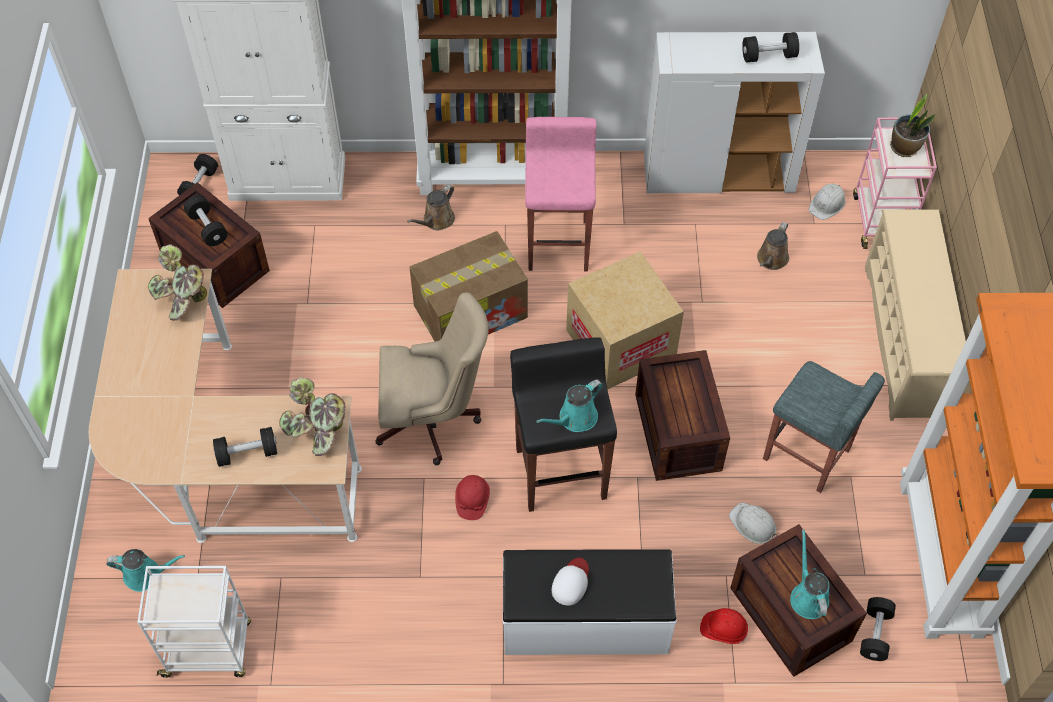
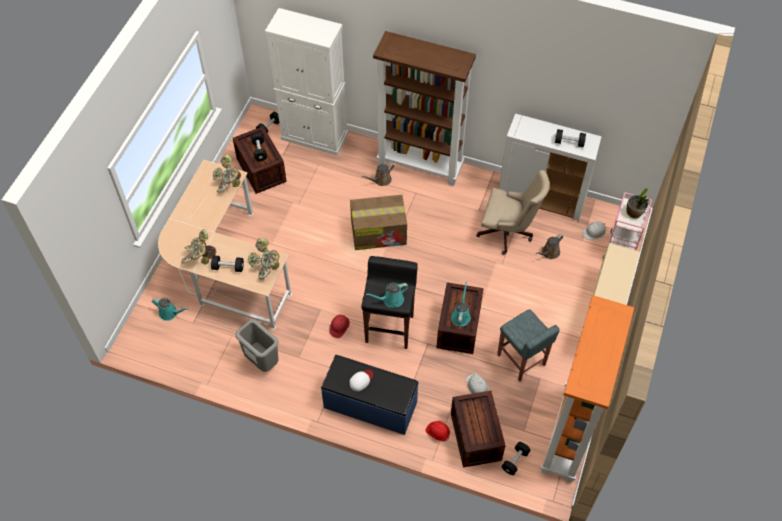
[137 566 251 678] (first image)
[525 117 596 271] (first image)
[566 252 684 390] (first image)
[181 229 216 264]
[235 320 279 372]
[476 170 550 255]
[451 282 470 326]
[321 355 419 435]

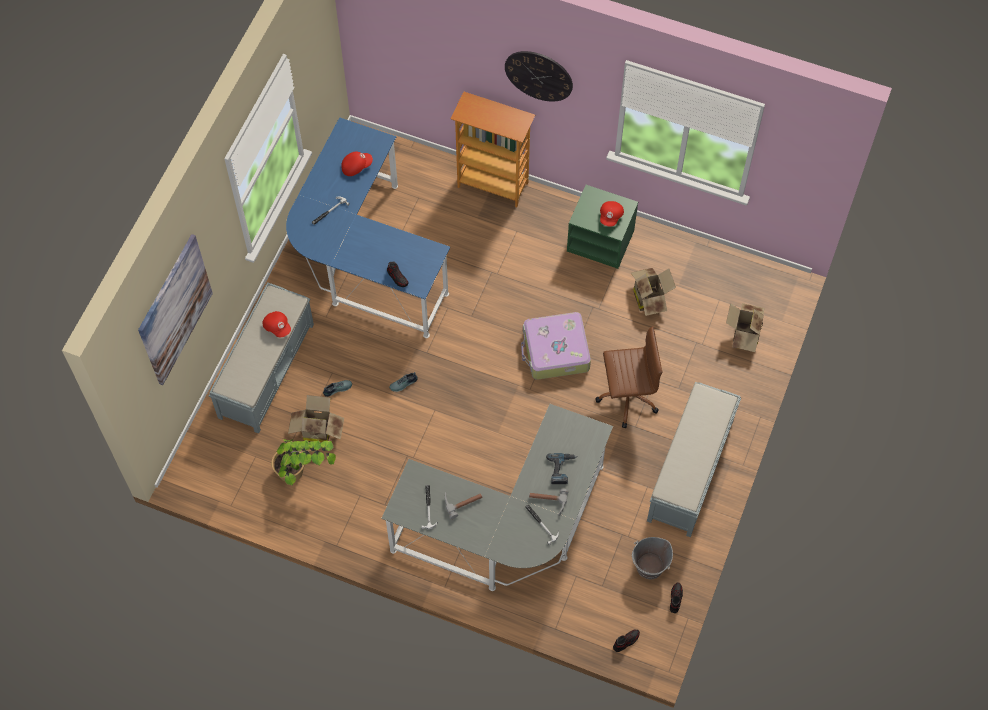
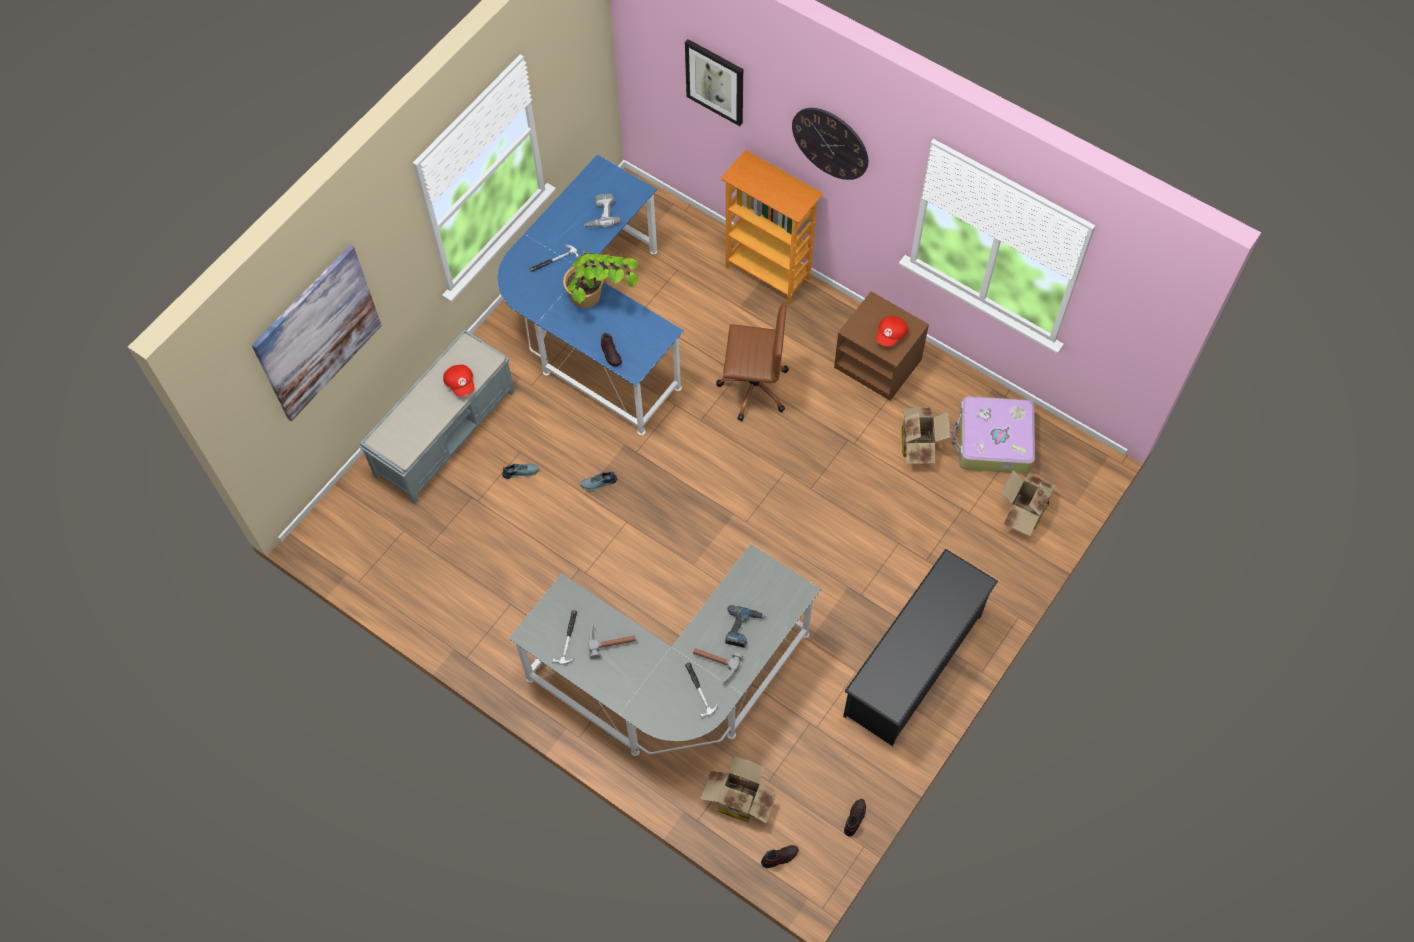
[632 537 673 579] (first image)
[685 39 743 126]
[563 250 638 308]
[700 756 777 823]
[952 396 1035 474]
[716 302 789 421]
[585 194 620 227]
[843 549 998 746]
[834 291 929 401]

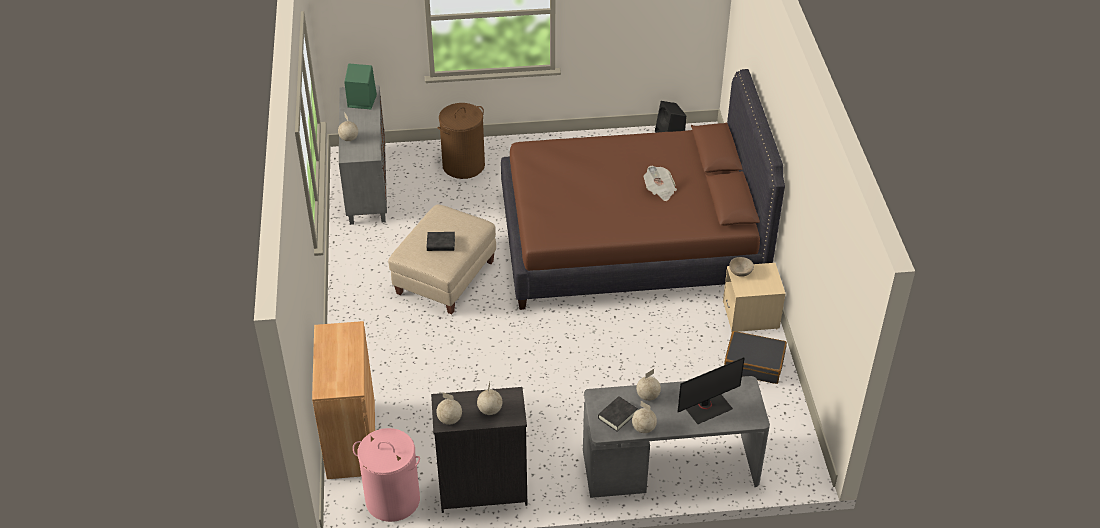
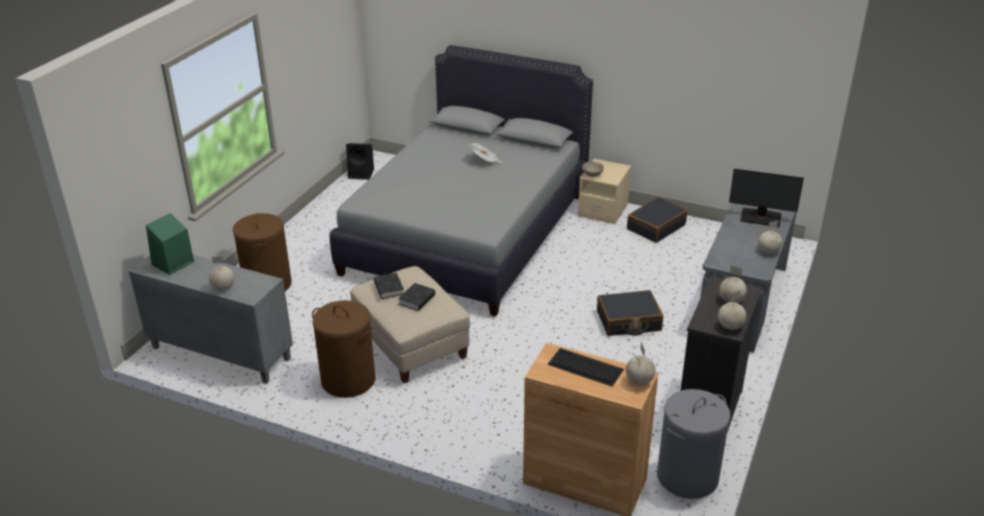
[312 300 375 398]
[548 348 624 387]
[597 290 663 336]
[374 273 404 299]
[626 342 656 385]
[657 389 730 499]
[330 45 593 317]
[729 169 804 227]

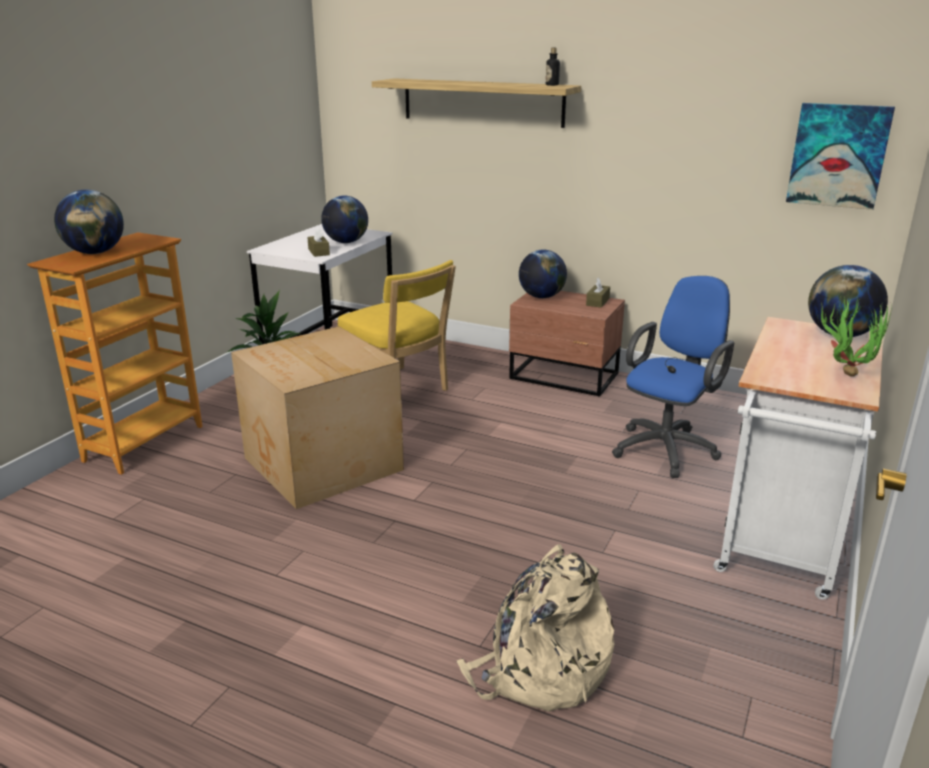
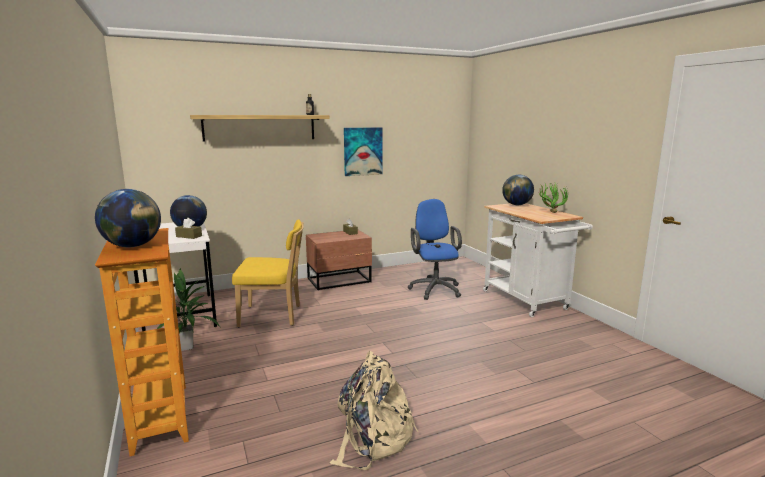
[231 326 404 509] (first image)
[519 250 567 298] (first image)
[330 351 418 470]
[344 127 382 176]

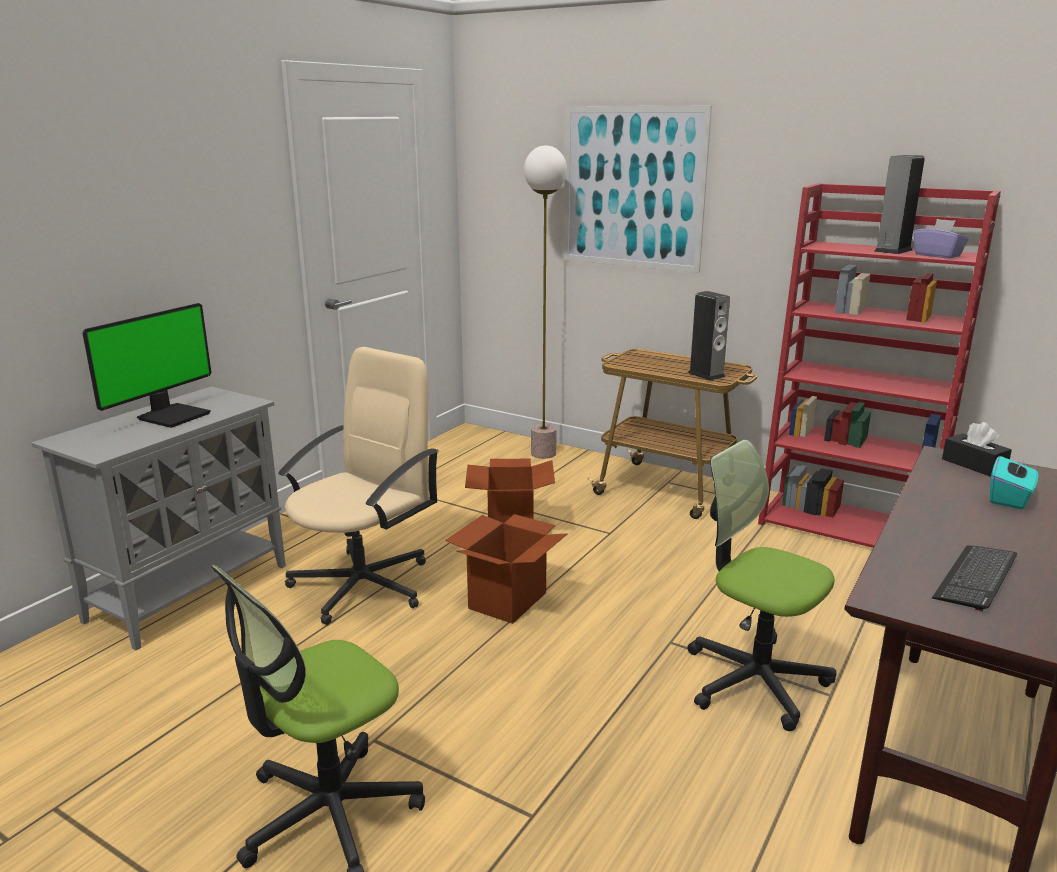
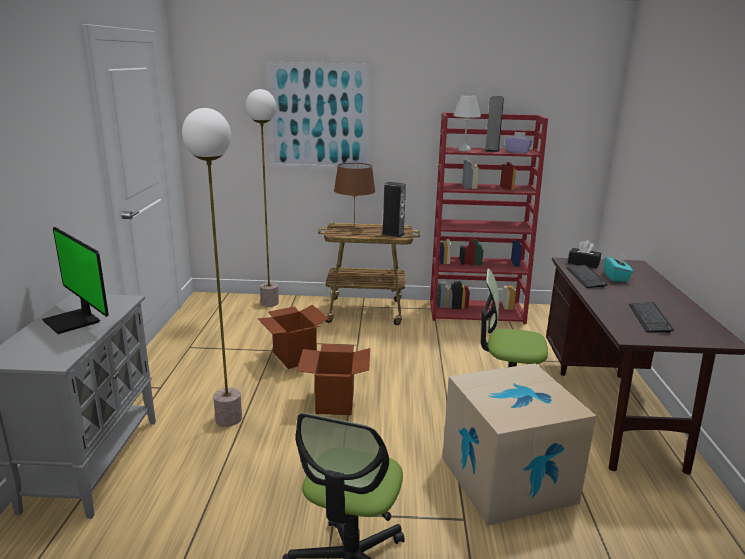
[334 163 375 227]
[442 363 596 526]
[453 95 481 151]
[566 264 608 288]
[182 108 242 427]
[42 227 109 334]

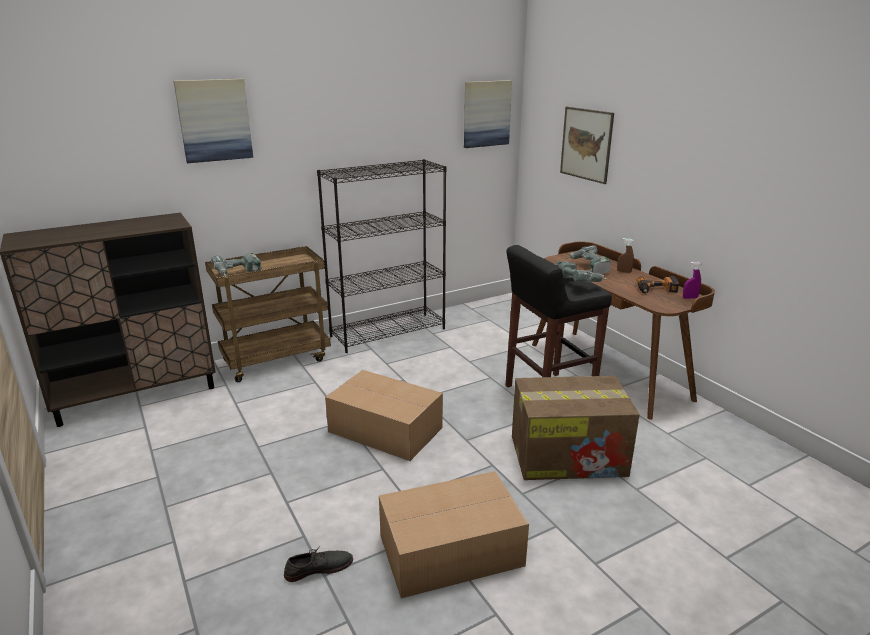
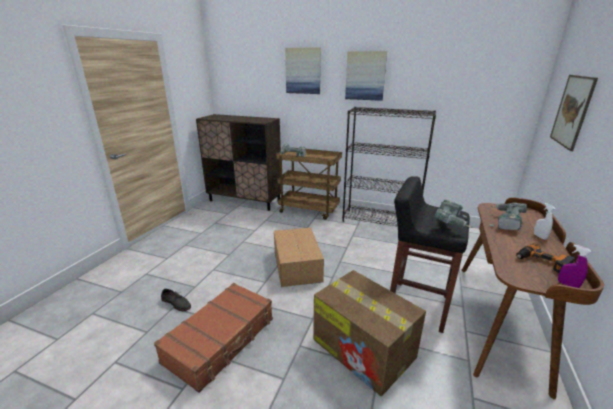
[345 51 387 101]
[154 283 273 393]
[534 203 555 240]

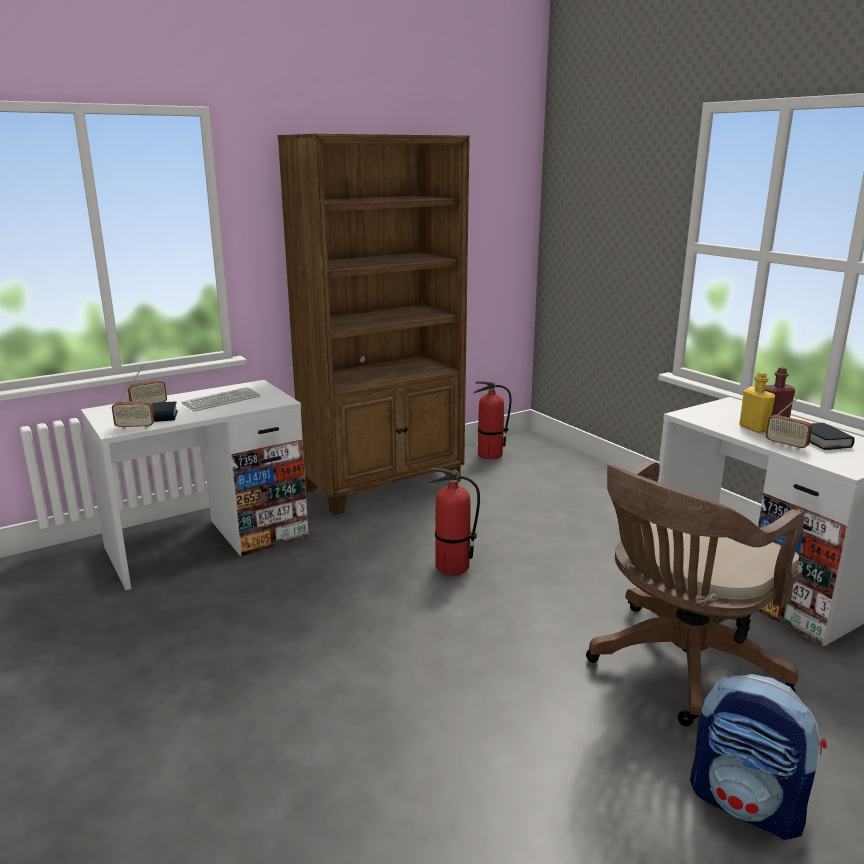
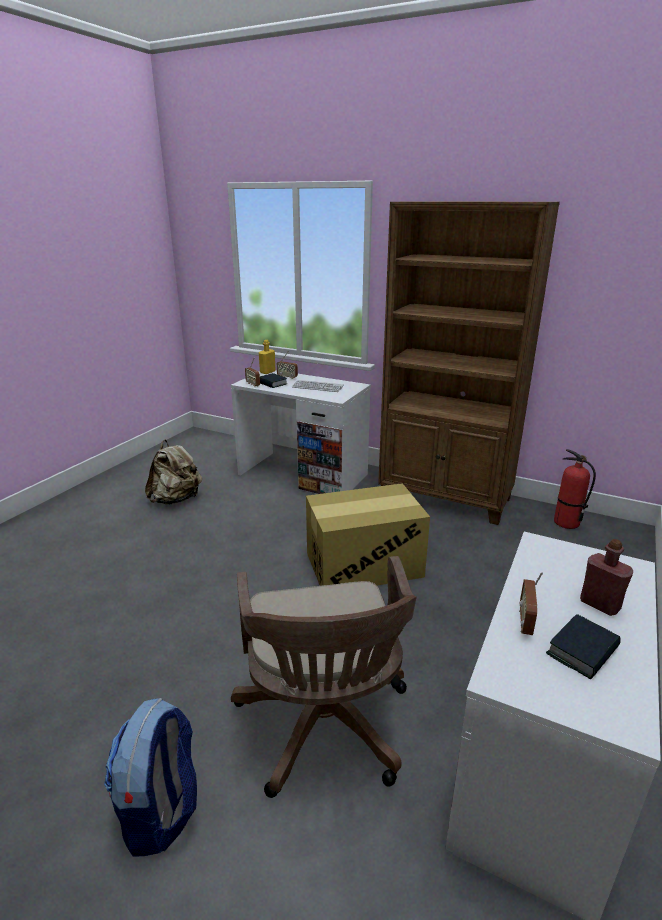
[145 440 202 504]
[259 340 276 374]
[306 483 430 586]
[231 556 417 798]

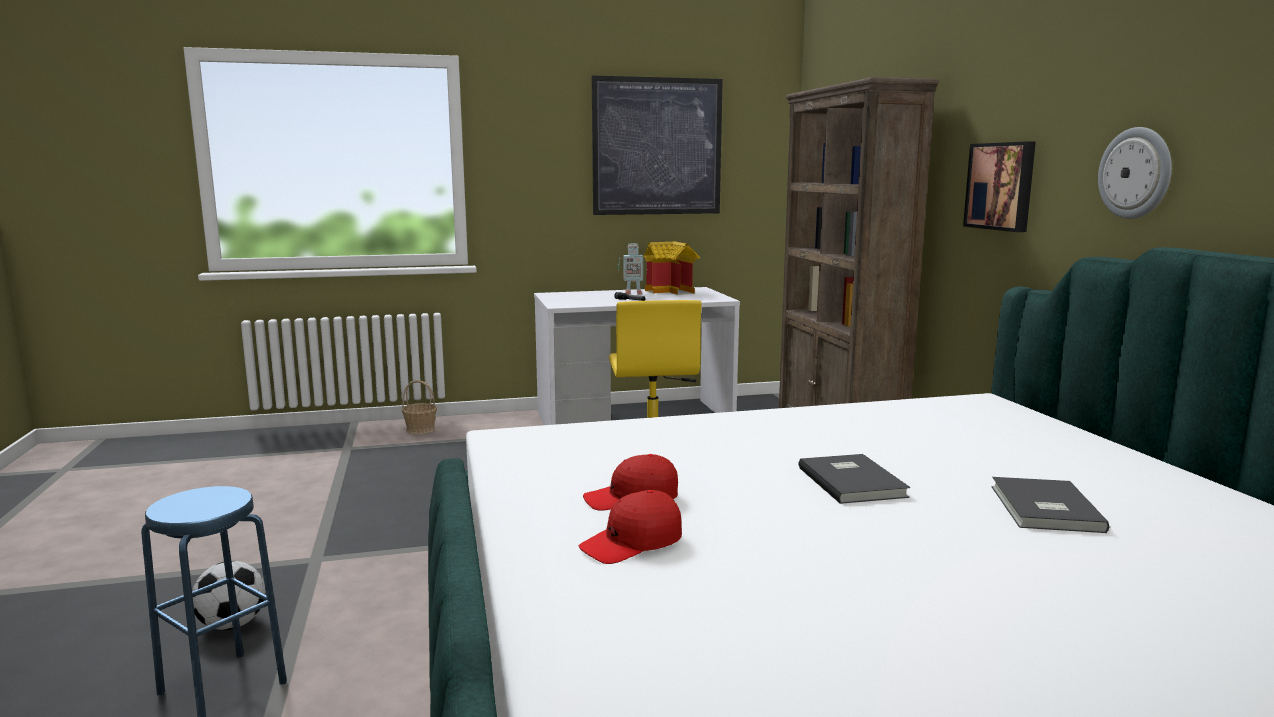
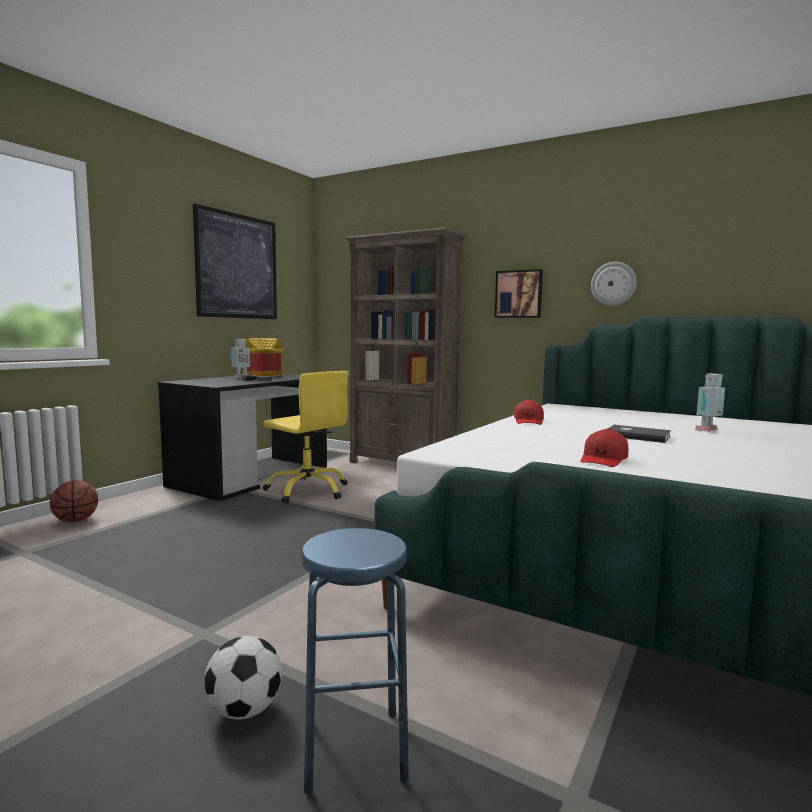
[514 399 544 425]
[50 480 98 523]
[695 373 725 432]
[158 374 327 501]

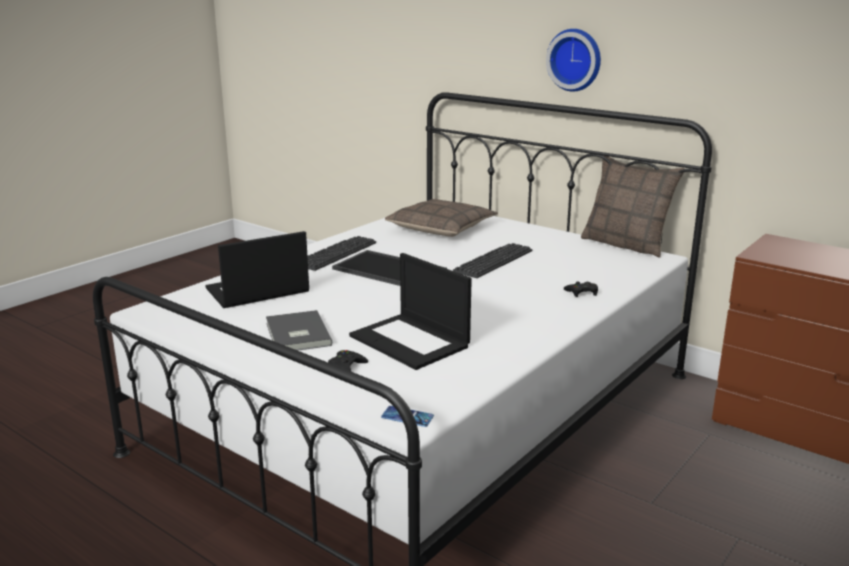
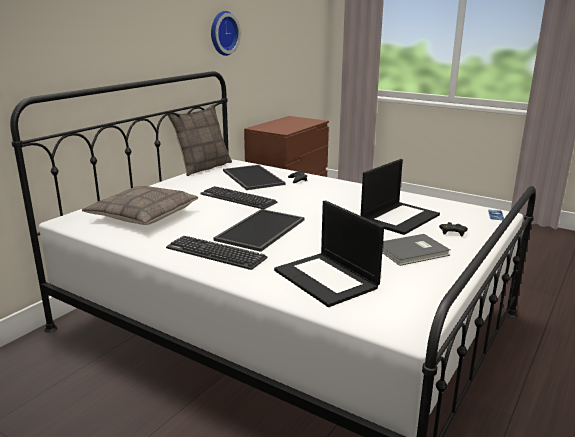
[223 165 286 190]
[211 11 241 56]

